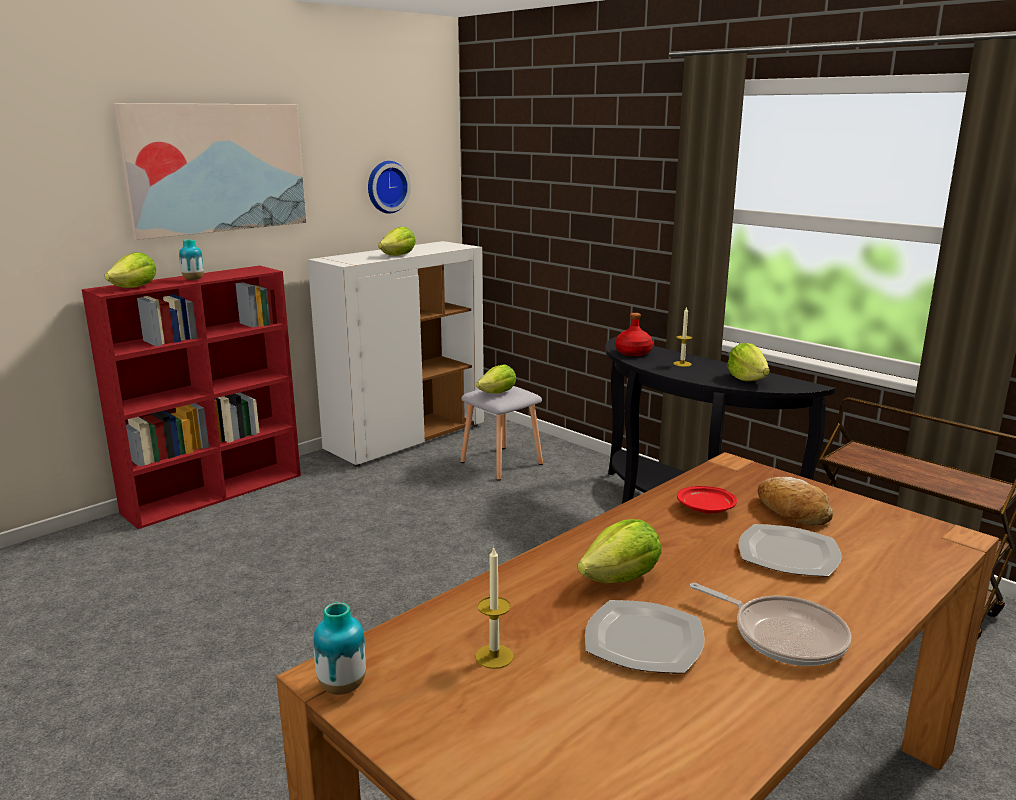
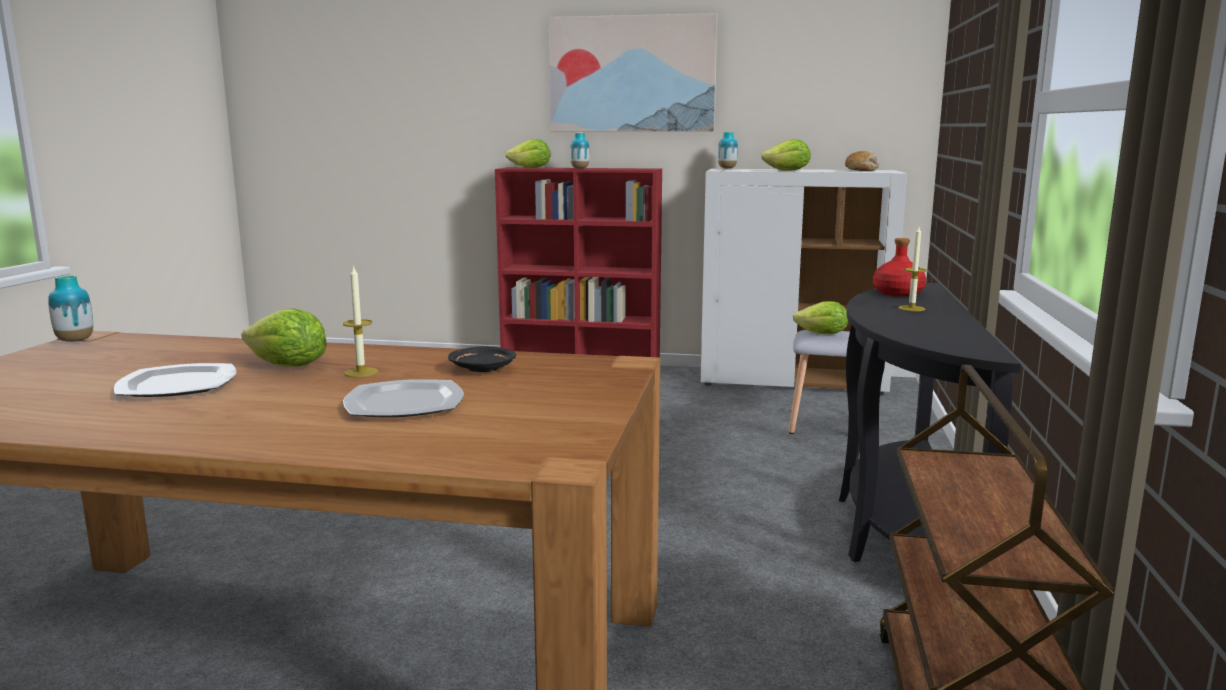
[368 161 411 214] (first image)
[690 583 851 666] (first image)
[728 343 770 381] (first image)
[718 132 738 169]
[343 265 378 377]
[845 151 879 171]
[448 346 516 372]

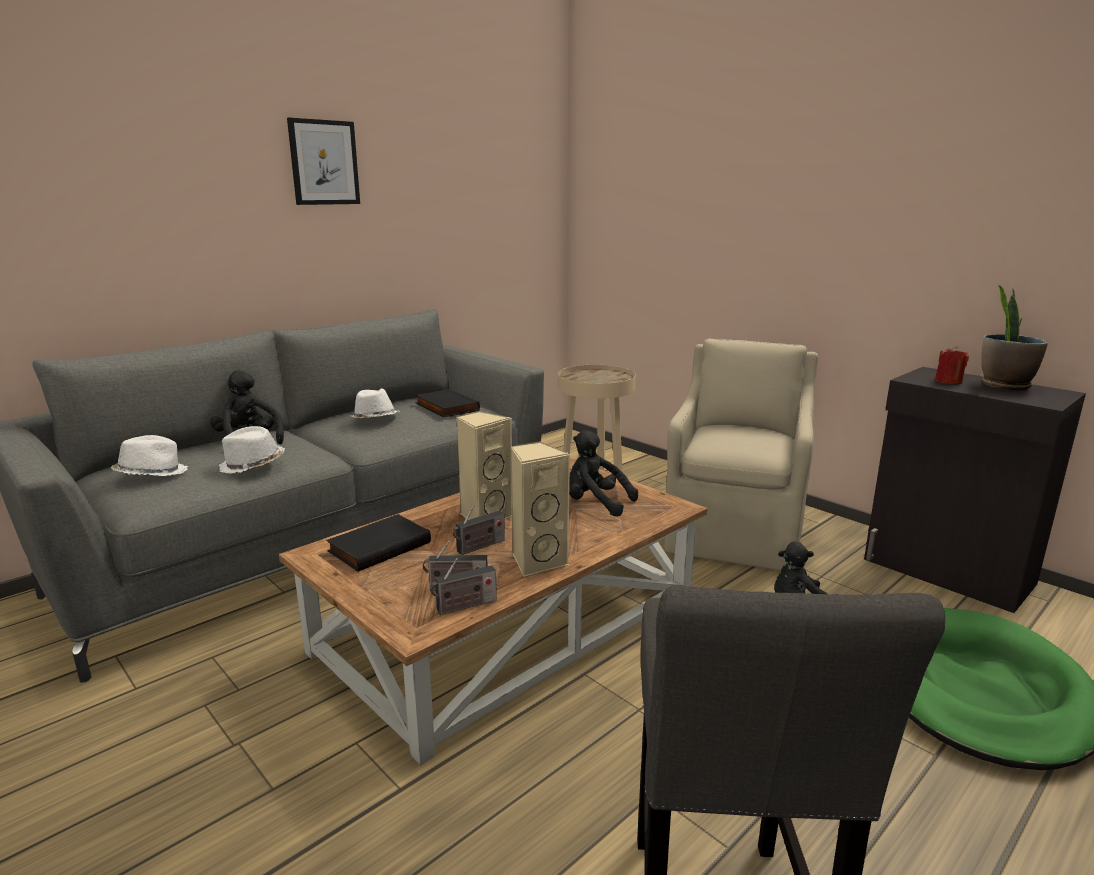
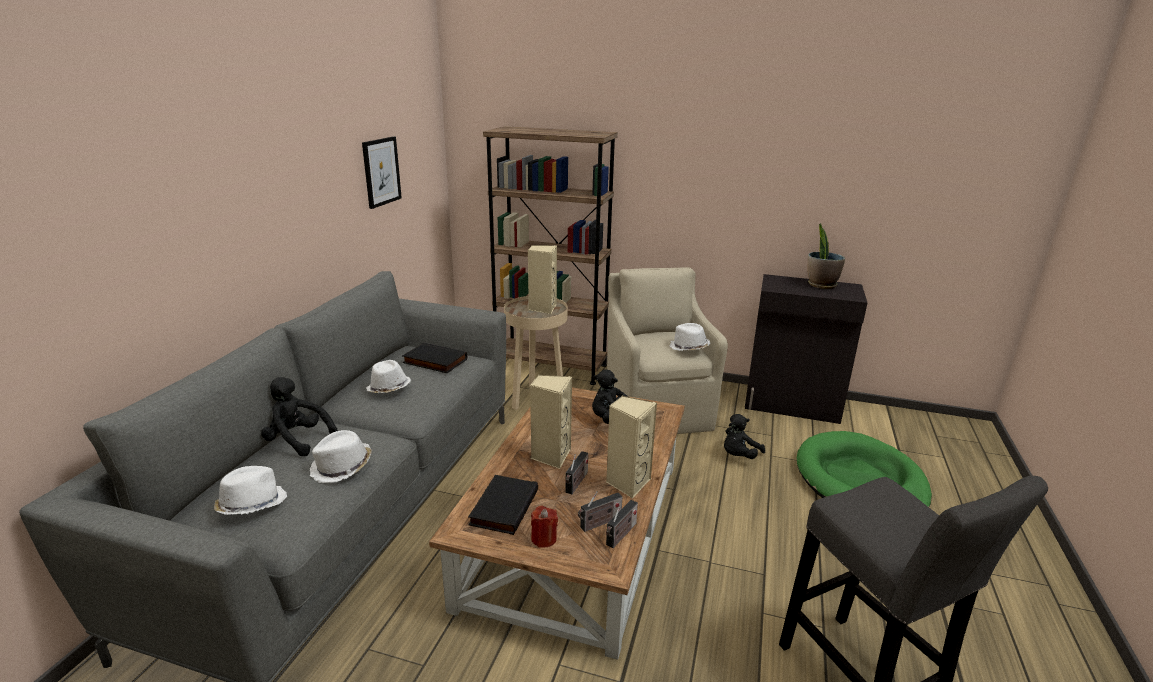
[483 126 618 385]
[528 245 557 314]
[670 323 711 351]
[362 136 402 209]
[531 506 558 548]

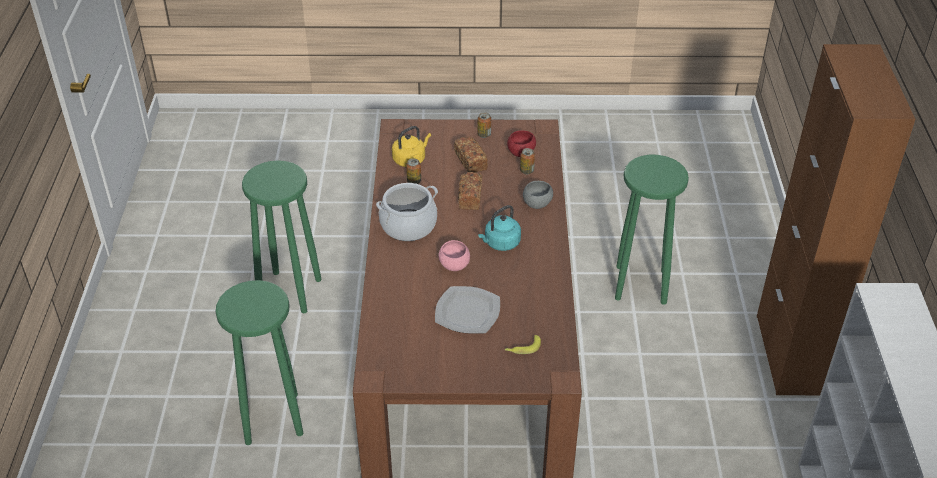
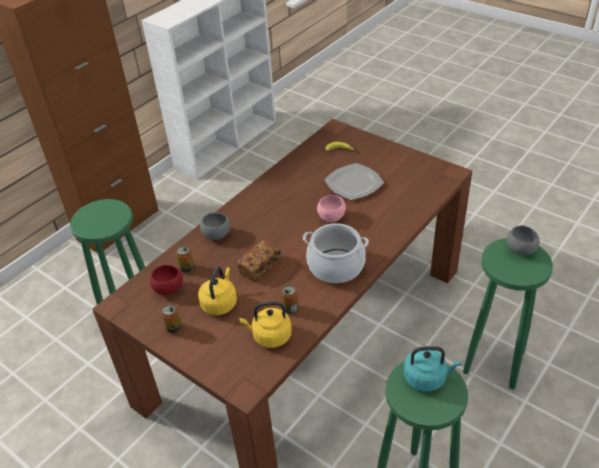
[506 225 540 255]
[404 346 461 392]
[198 267 237 315]

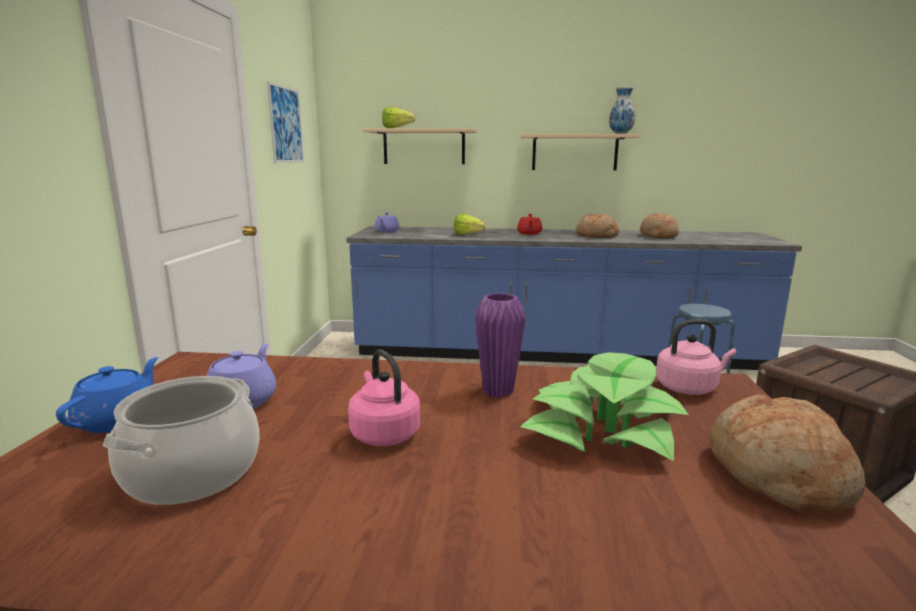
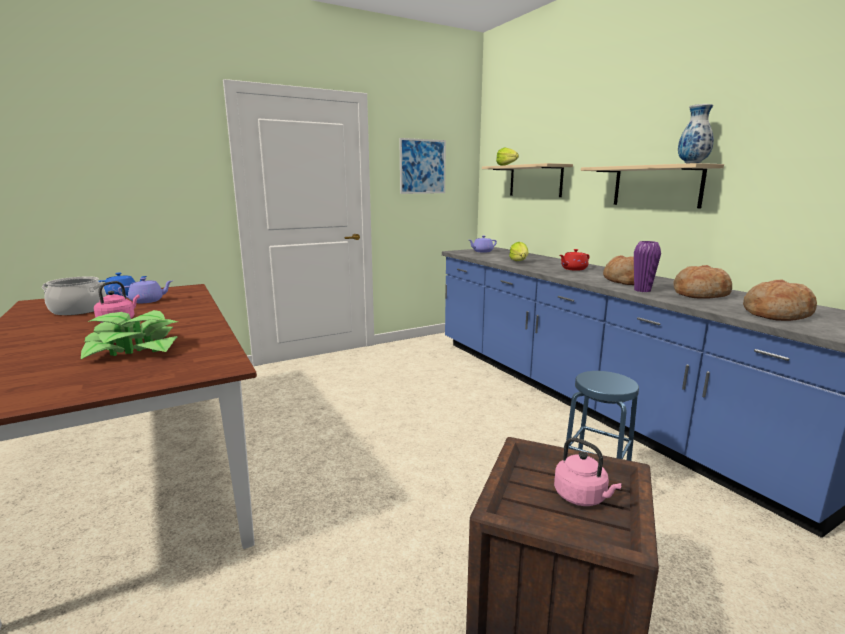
[634 241 661 292]
[554 437 622 506]
[743 279 817 321]

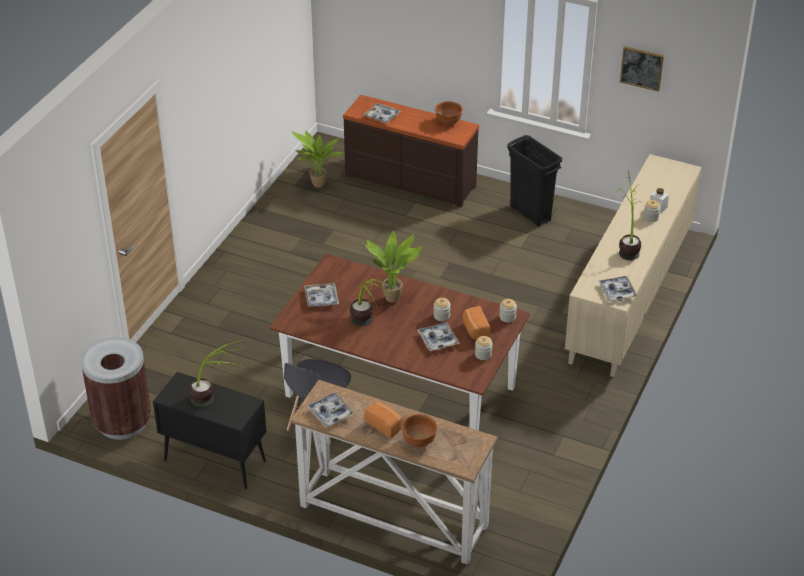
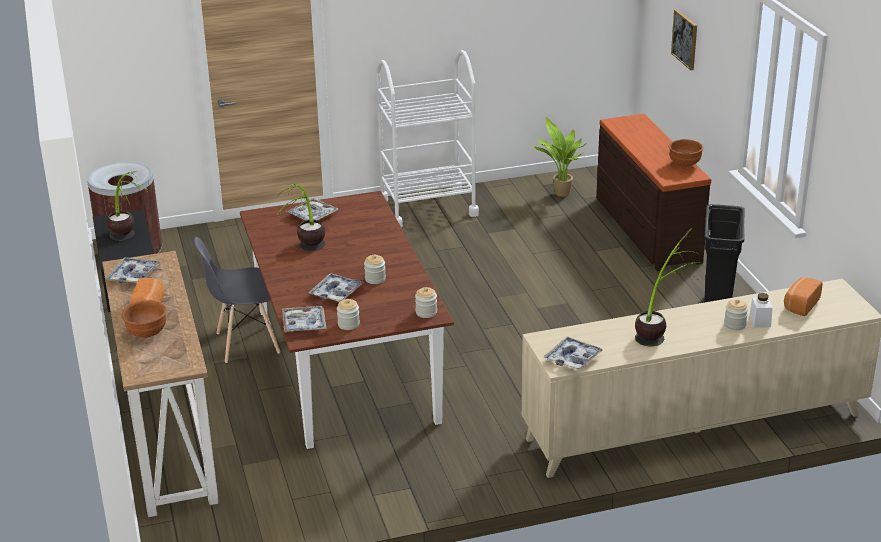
[365 230 422 303] (first image)
[376 50 479 228]
[282 306 326 332]
[784 277 823 316]
[671 10 697 70]

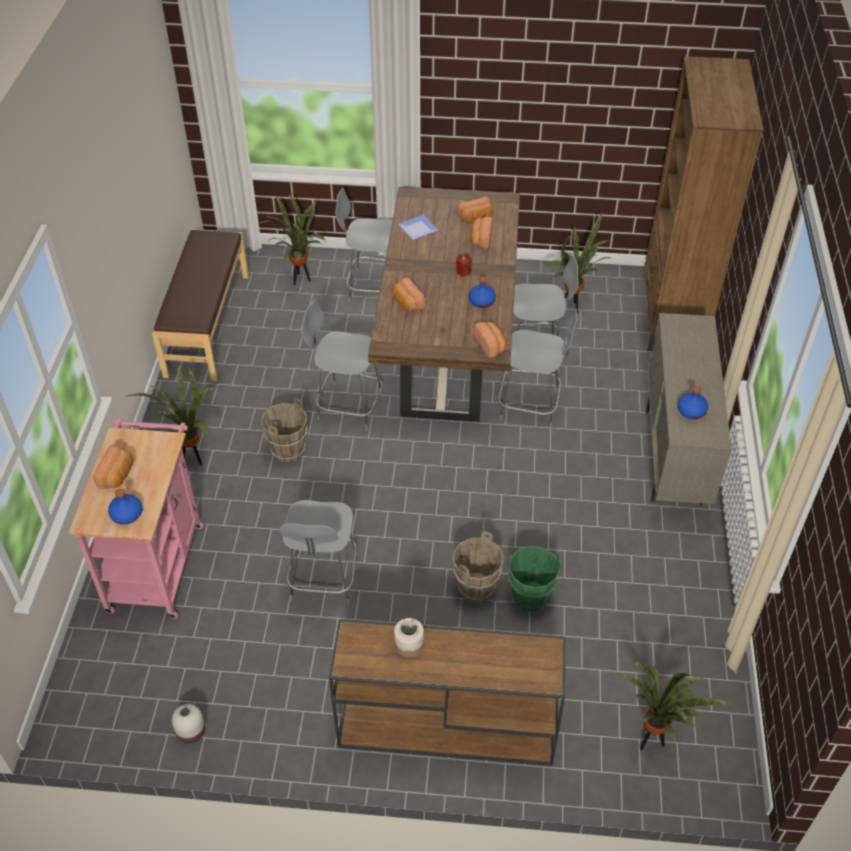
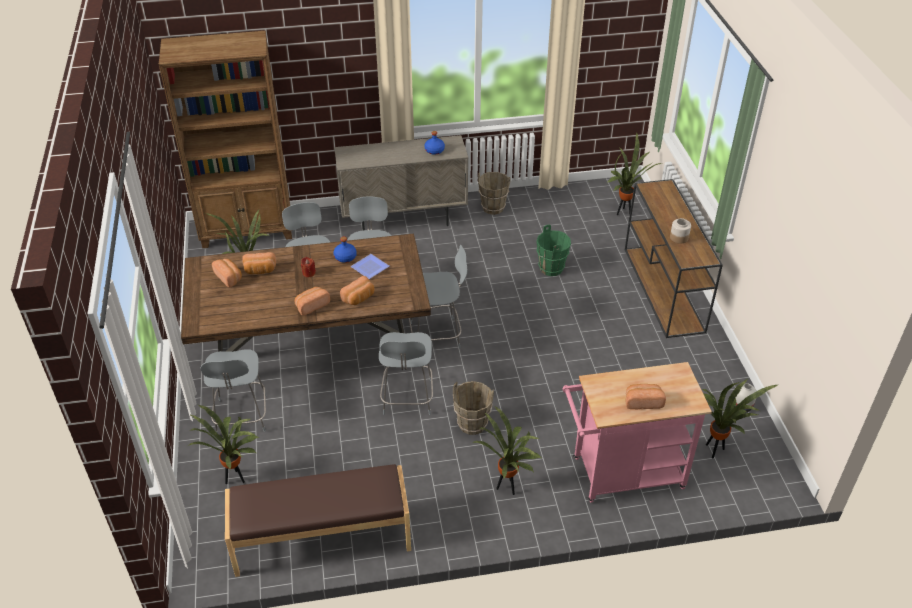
[108 489 143 525] (first image)
[702 378 777 458]
[408 245 467 348]
[350 254 389 279]
[478 172 510 215]
[295 287 330 316]

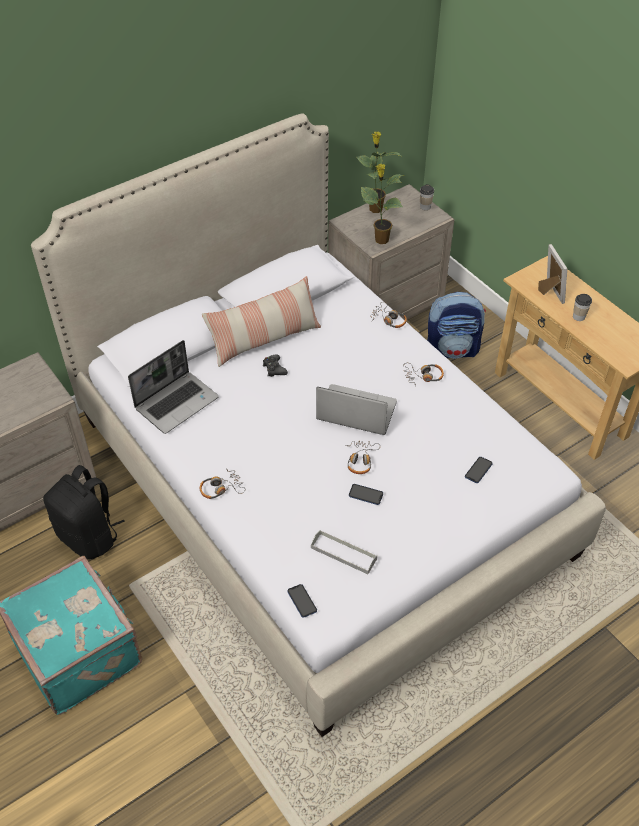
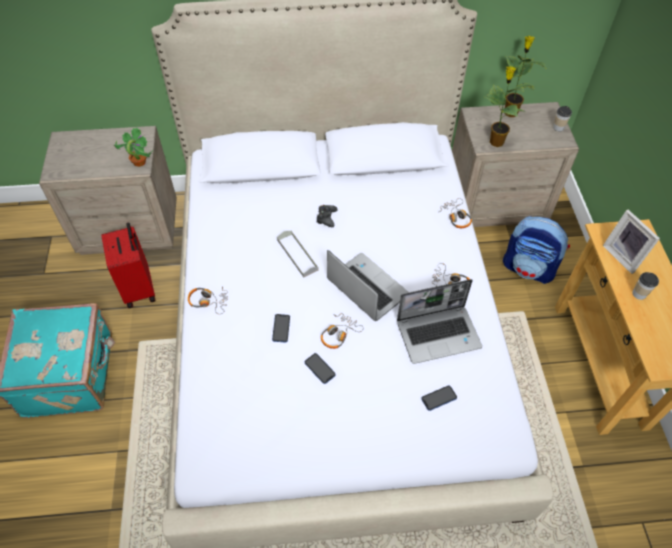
[202 276 321 367] (first image)
[114 127 154 167]
[397 279 482 364]
[272 314 290 343]
[277 231 319 277]
[101 222 155 308]
[603 210 660 274]

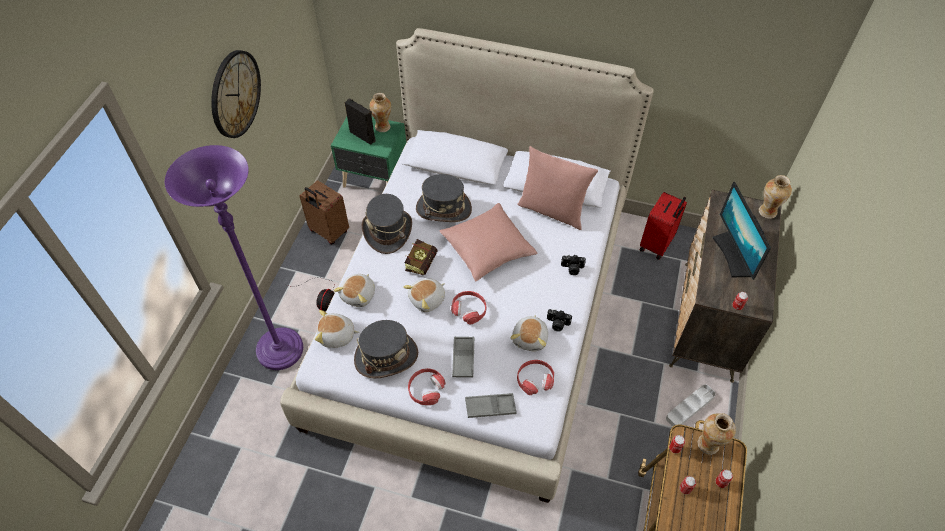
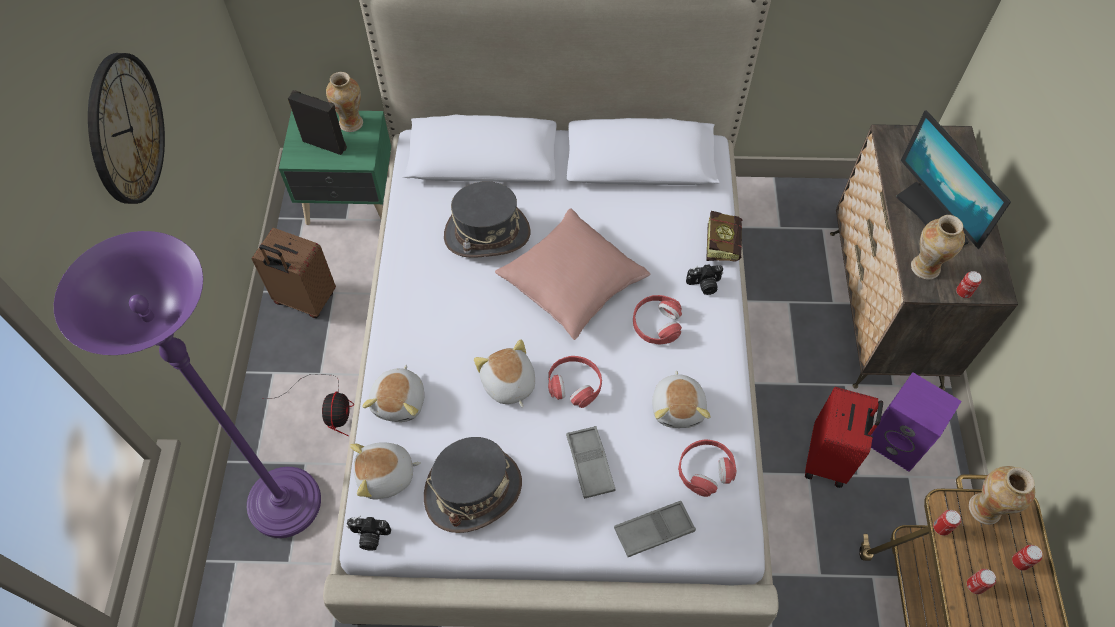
[362 194 412 254] (first image)
[517 146 598 230] (first image)
[706 211 742 262]
[633 295 682 344]
[347 516 391 551]
[805 387 883 488]
[911 215 965 280]
[871 372 962 472]
[474 339 535 408]

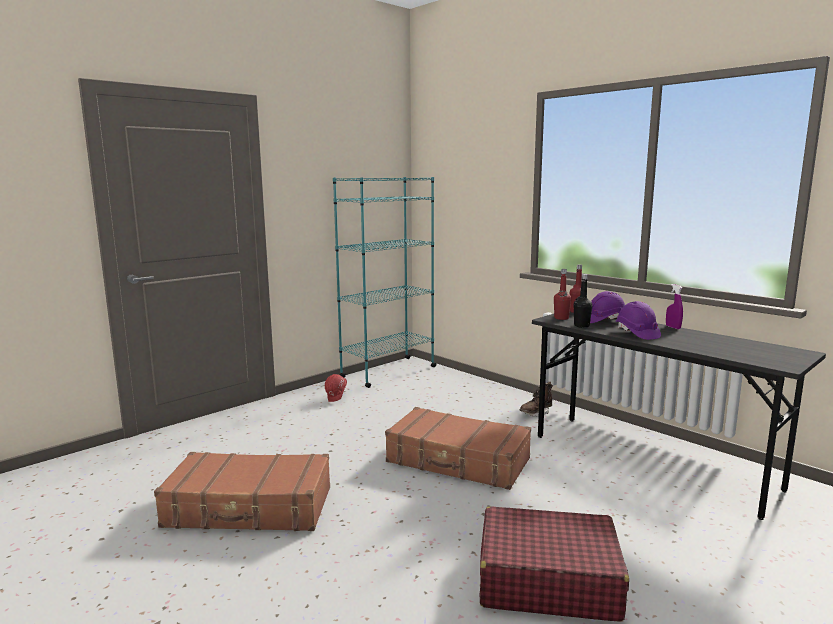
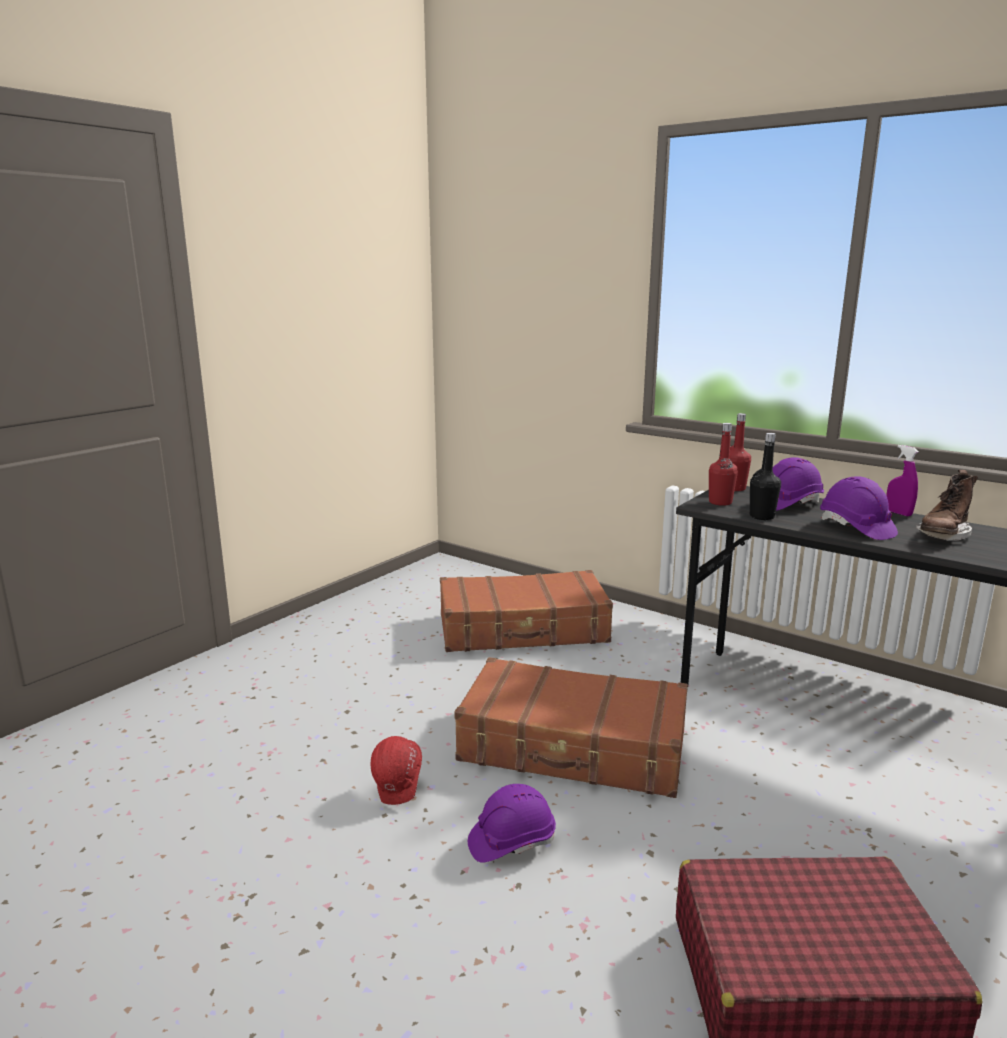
[333 177 437 388] (first image)
[468 784 556 863]
[440 570 613 652]
[371 736 422 805]
[916 470 978 541]

